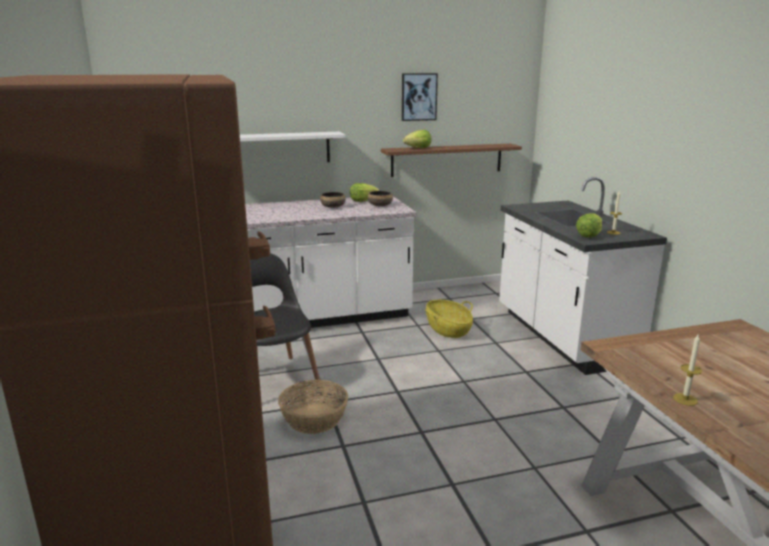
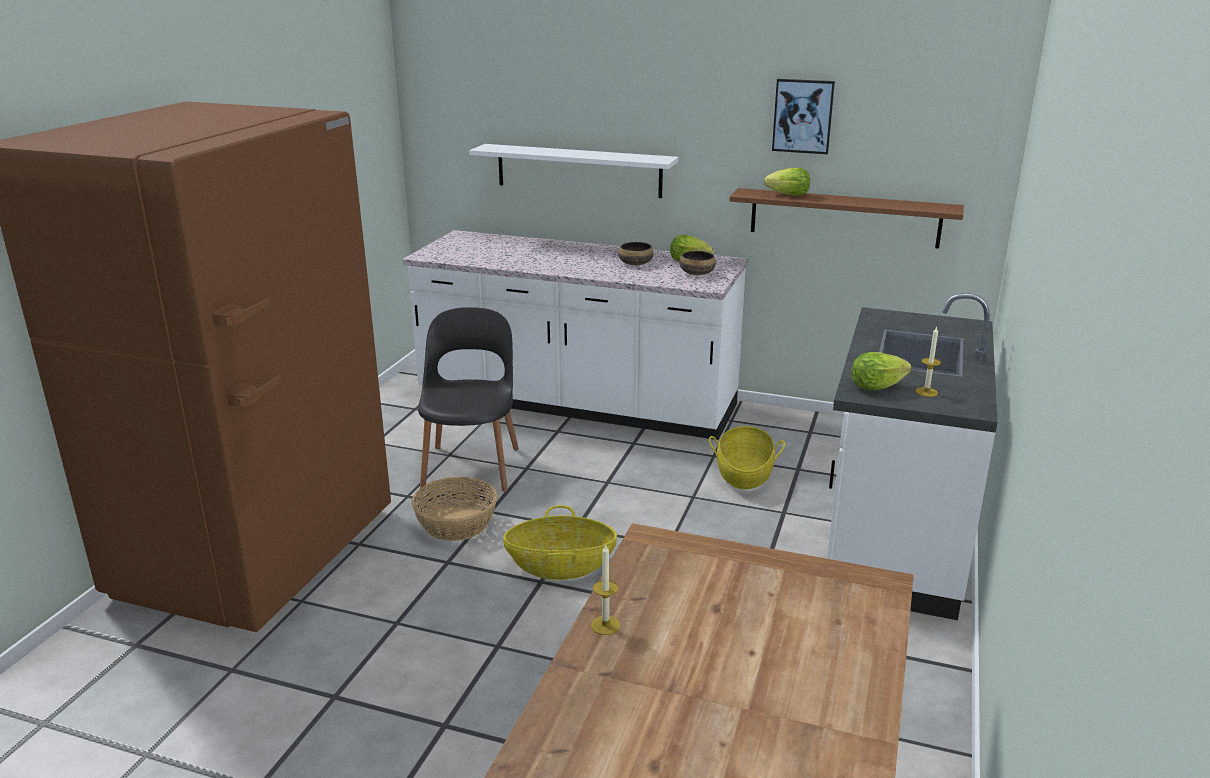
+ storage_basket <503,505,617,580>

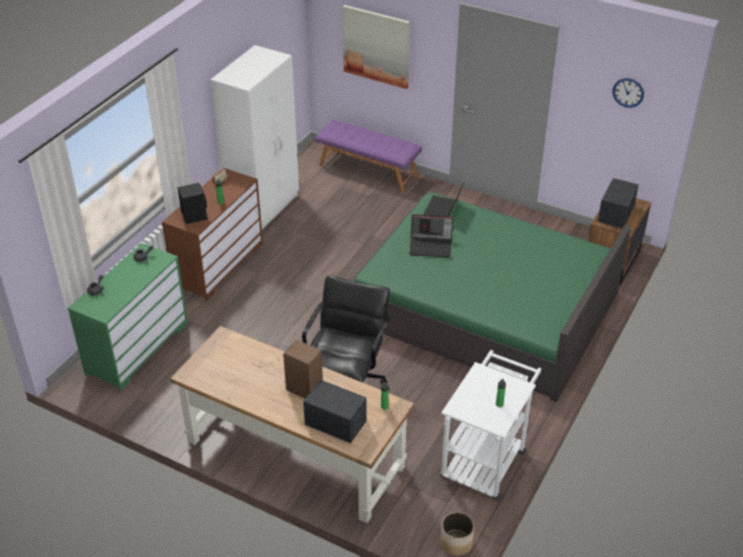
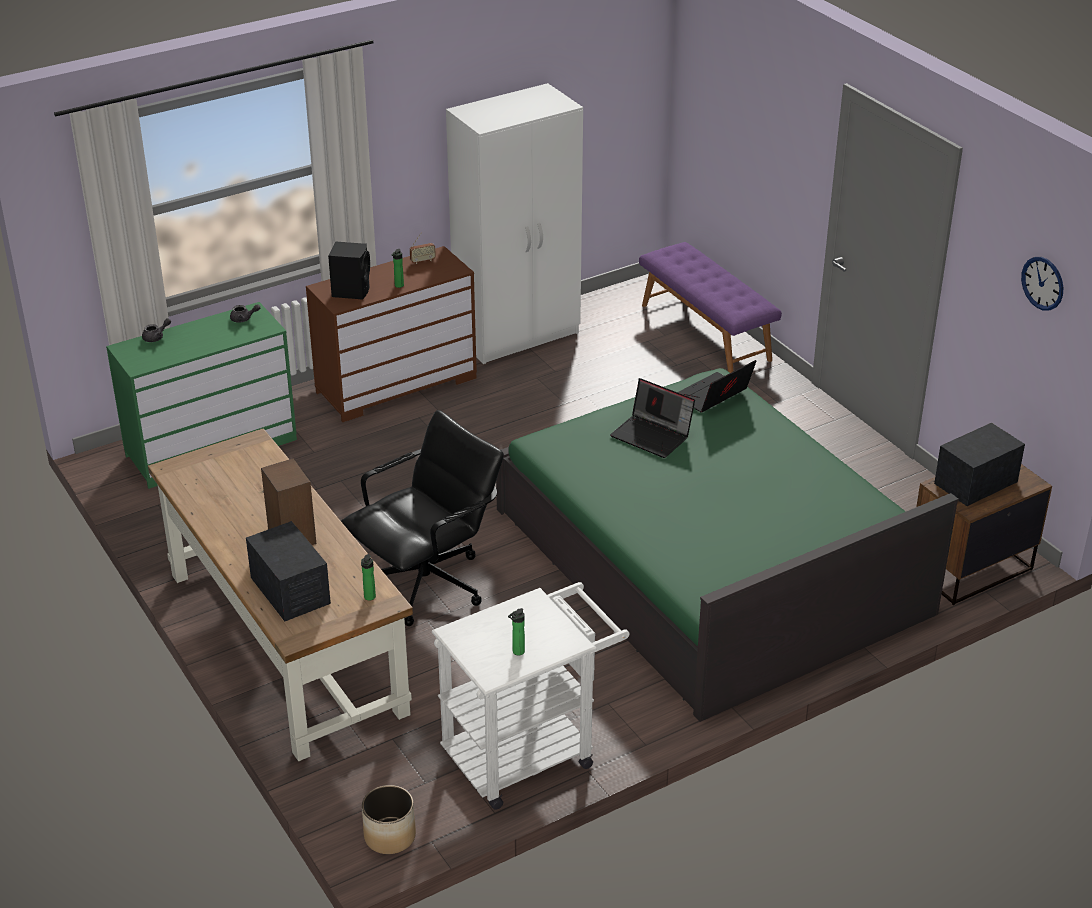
- picture <342,5,410,89>

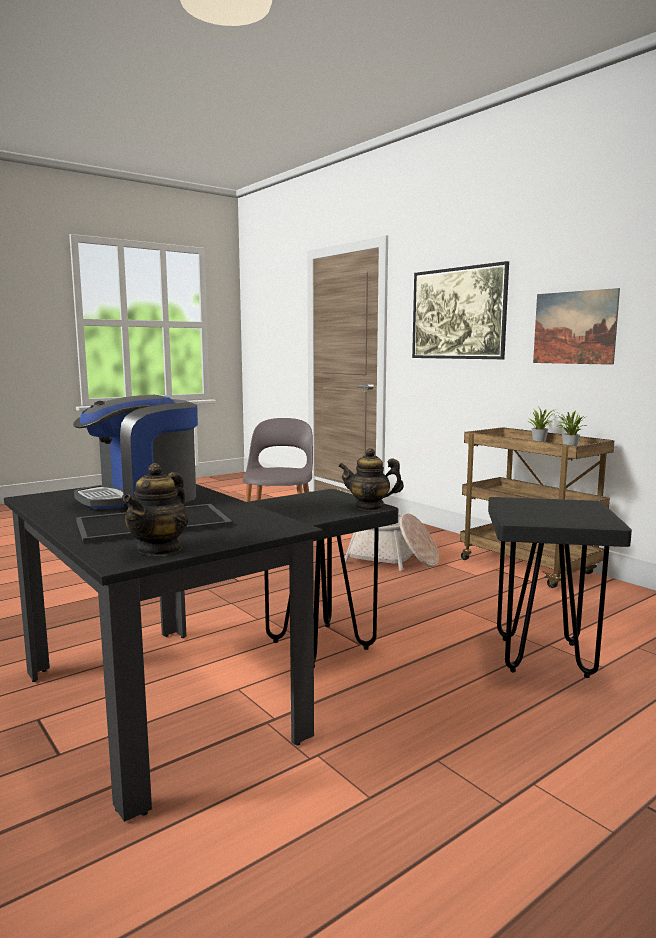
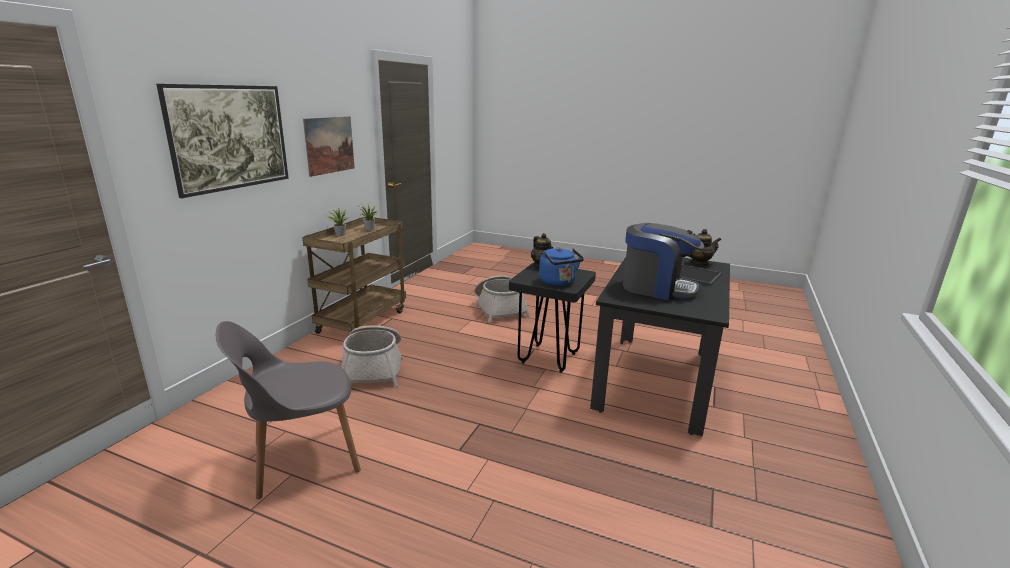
~ black-coloured_sitting_stool <488,497,632,678> to storage_basket <474,275,530,323>
+ bluish_kettle <539,247,584,286>

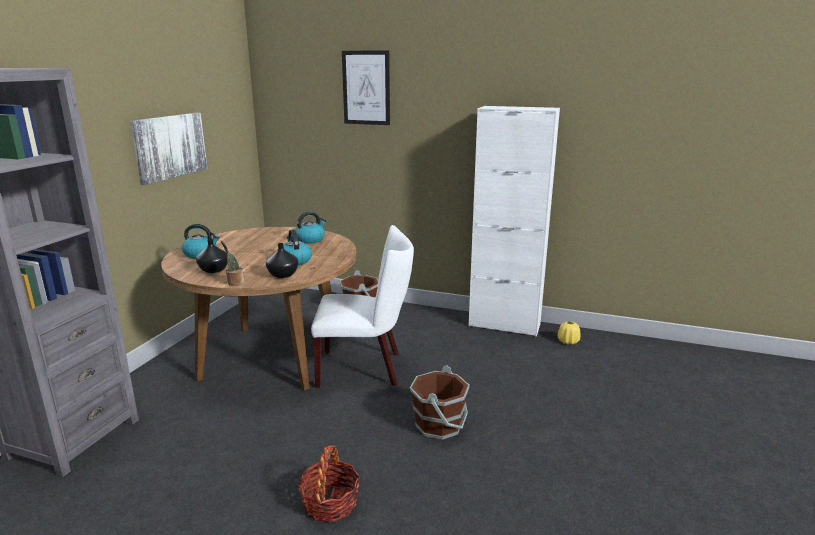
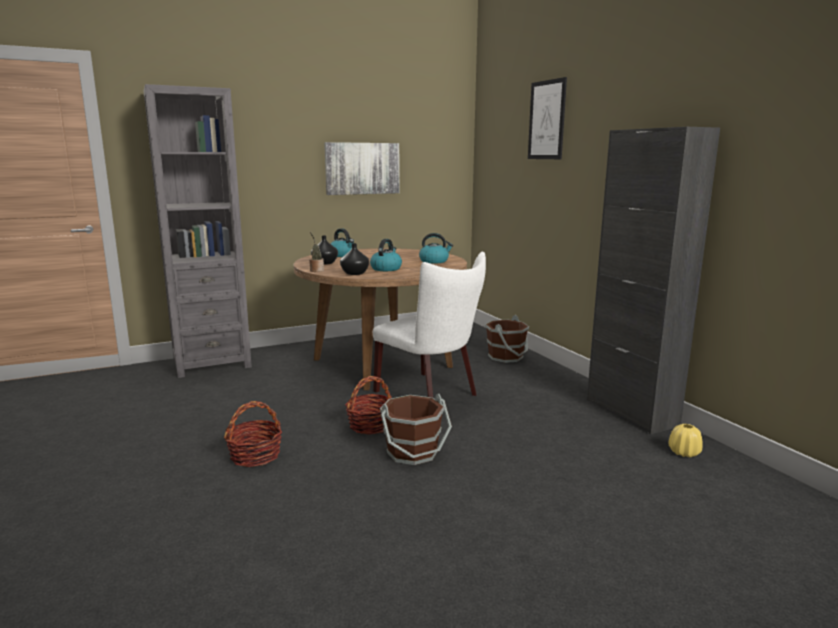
~ whitish_storage_cabinet <469,106,560,337> to black-coloured_storage_cabinet <587,127,720,434>
+ storage_basket <345,376,392,434>

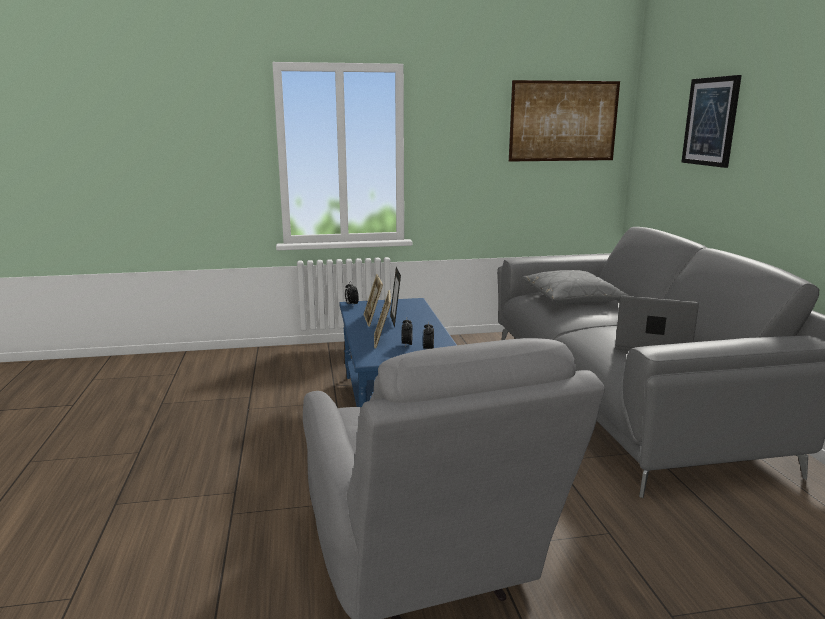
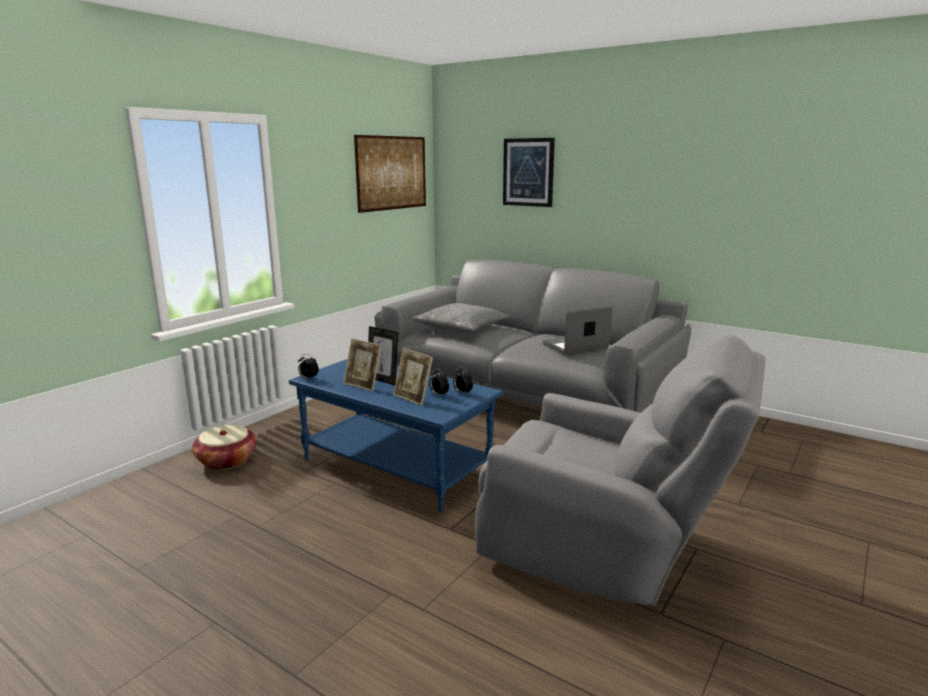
+ storage_basket <192,425,257,470>

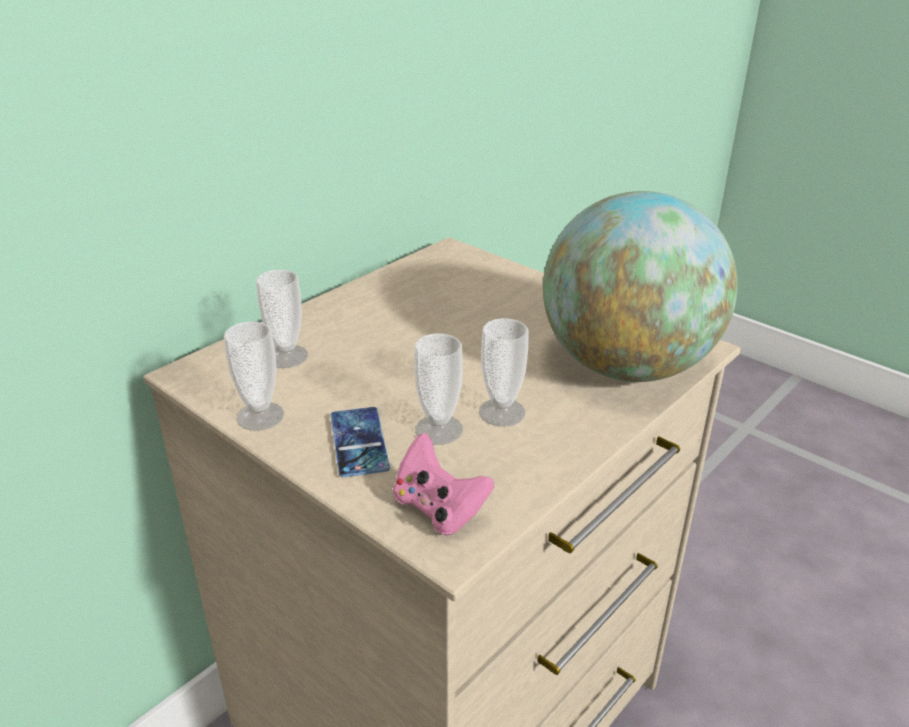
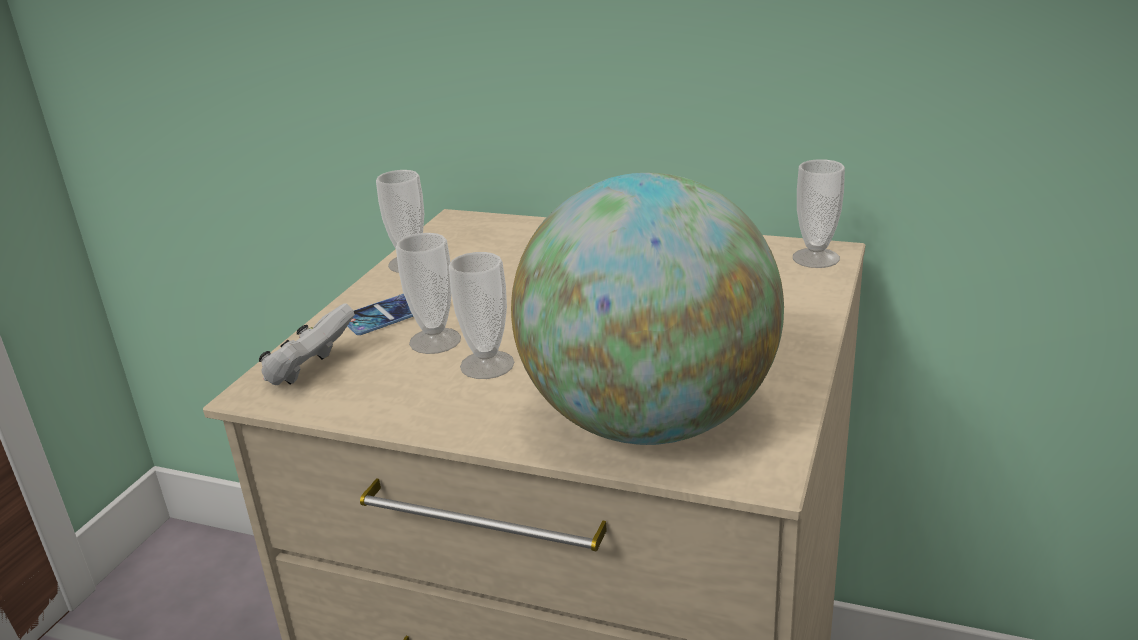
~ small_cup <256,269,308,368> to <793,159,845,268>
~ pinkish_game_controller <393,433,494,535> to whitish_game_controller <259,303,355,385>

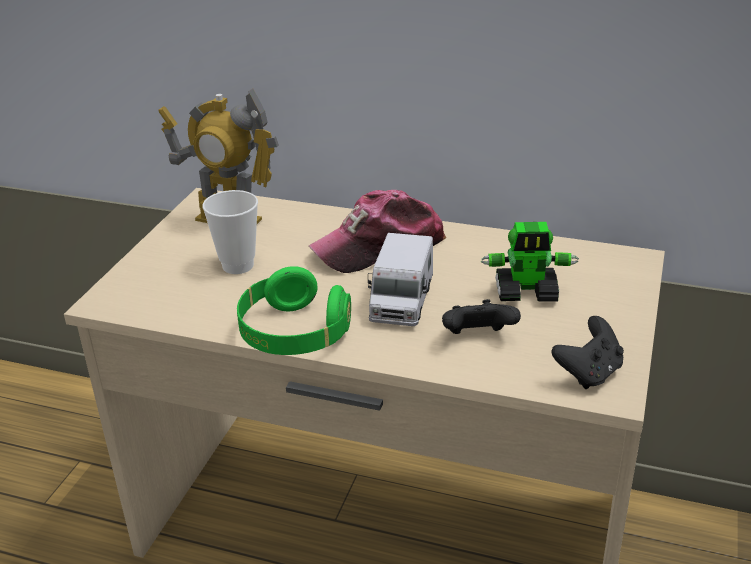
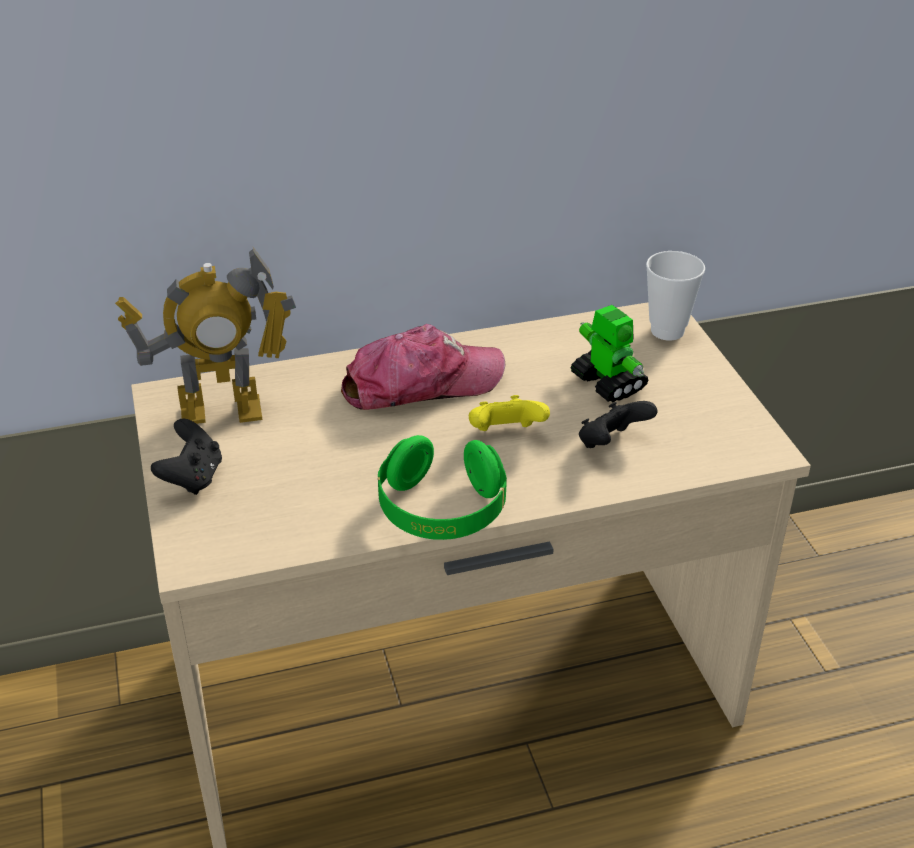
~ small_cup <203,190,258,274> to <646,251,705,341>
~ peaked_cap <309,190,446,273> = <341,324,505,410> 135 degrees counterclockwise
~ robot_figure <481,222,579,301> = <570,305,649,403> 90 degrees counterclockwise
~ model_truck <368,233,433,326> to yellow-coloured_game_controller <469,395,550,431>
~ black-coloured_game_controller <552,316,624,389> to <151,419,222,495>

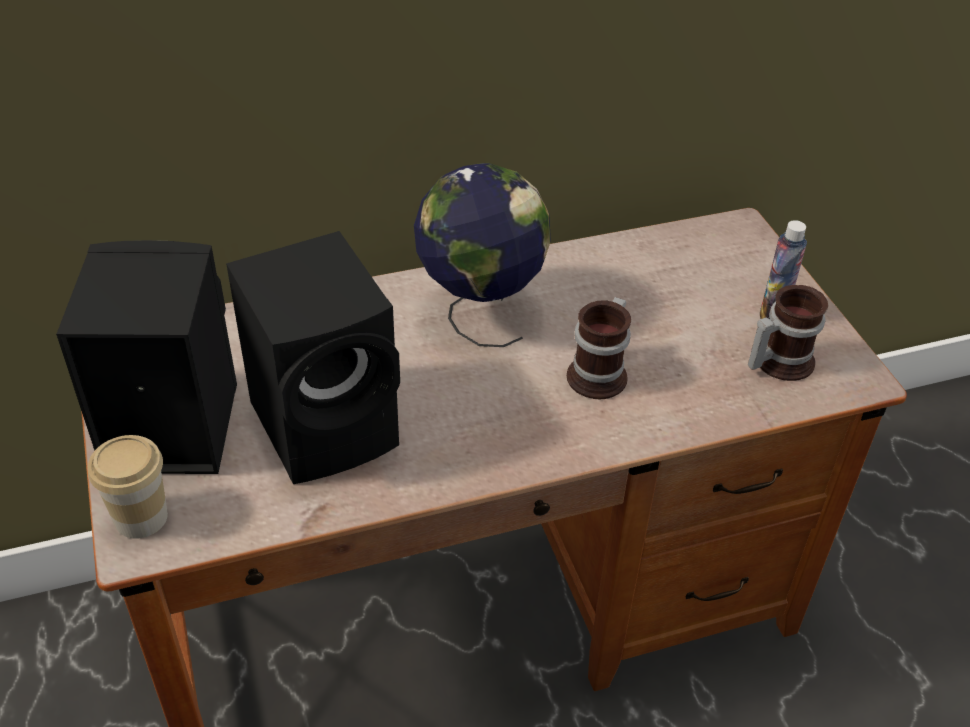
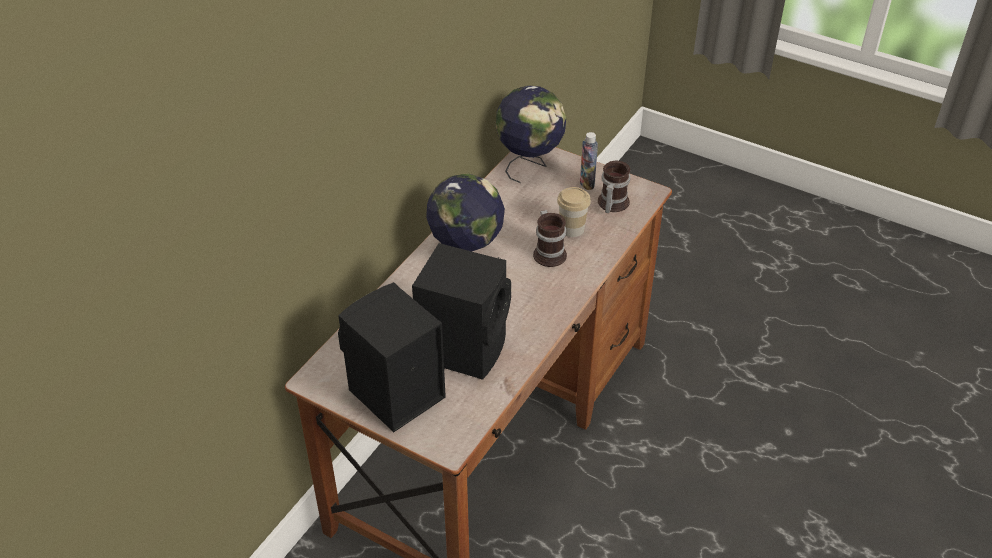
~ small_cup <88,435,168,539> to <557,187,591,237>
+ globe <496,85,566,183>

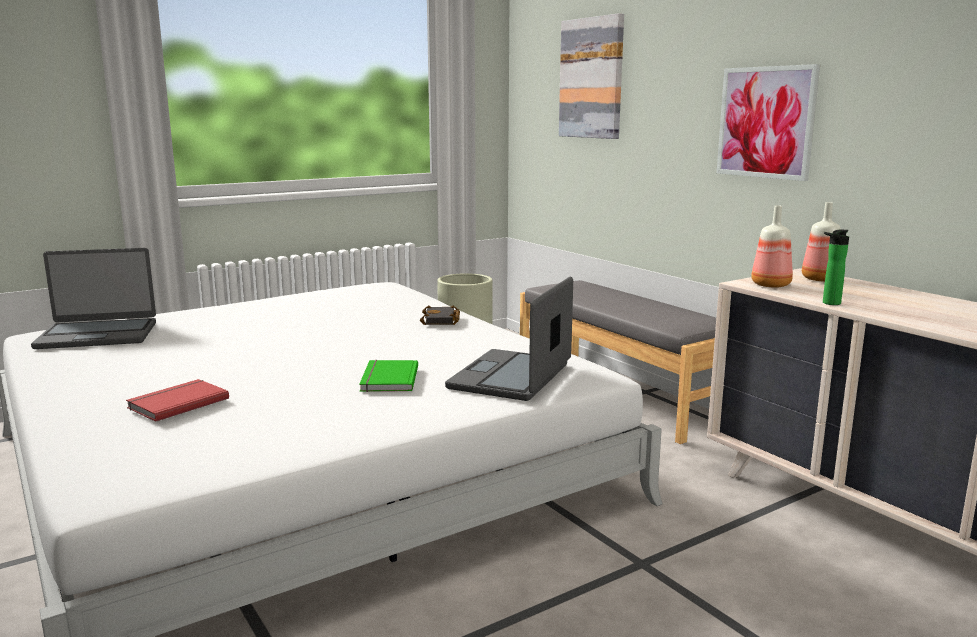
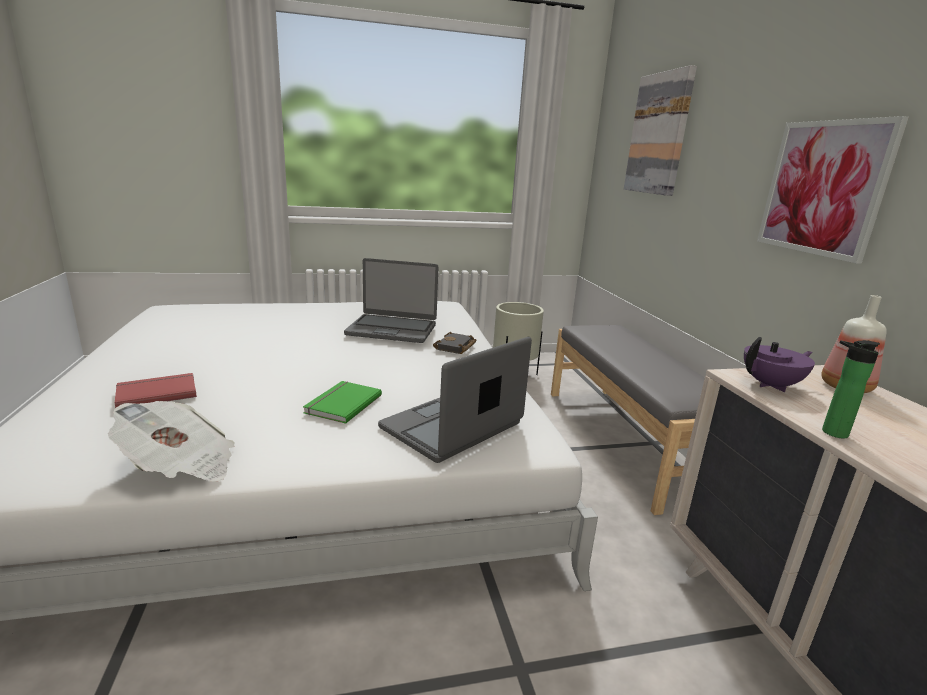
~ bottle <751,205,793,288> to purple_teapot <744,337,815,392>
~ notebook_computer <31,248,156,349> to <344,258,439,343>
+ daily_paper <108,401,235,482>

